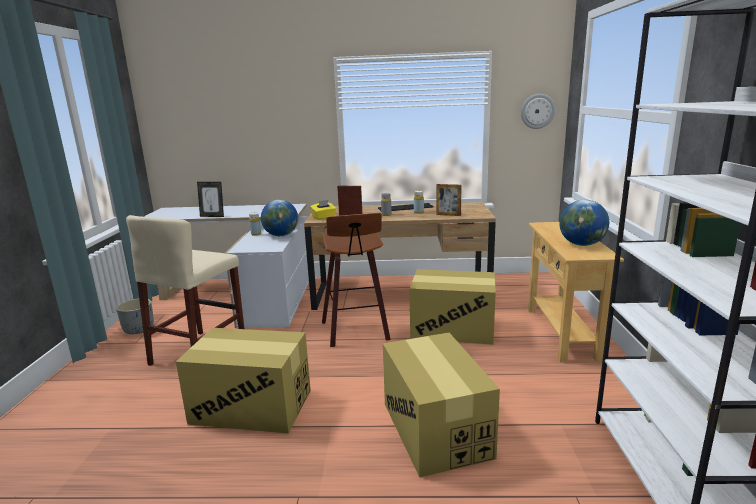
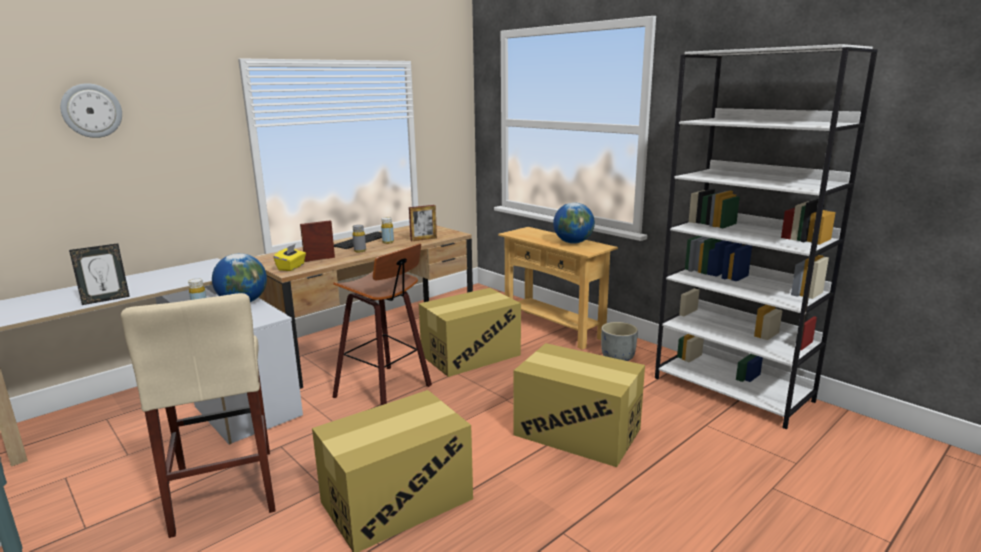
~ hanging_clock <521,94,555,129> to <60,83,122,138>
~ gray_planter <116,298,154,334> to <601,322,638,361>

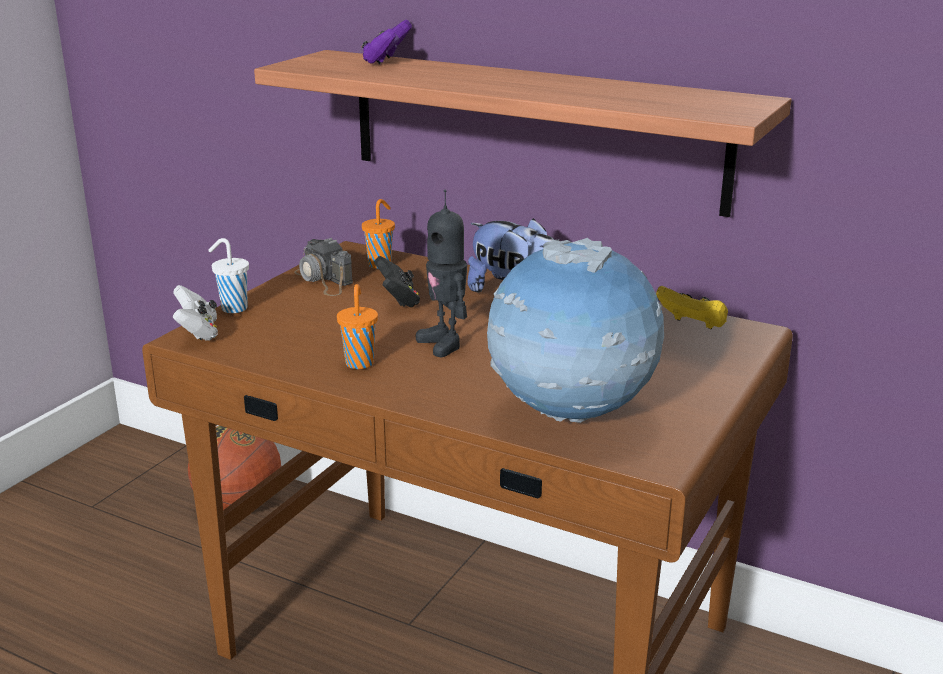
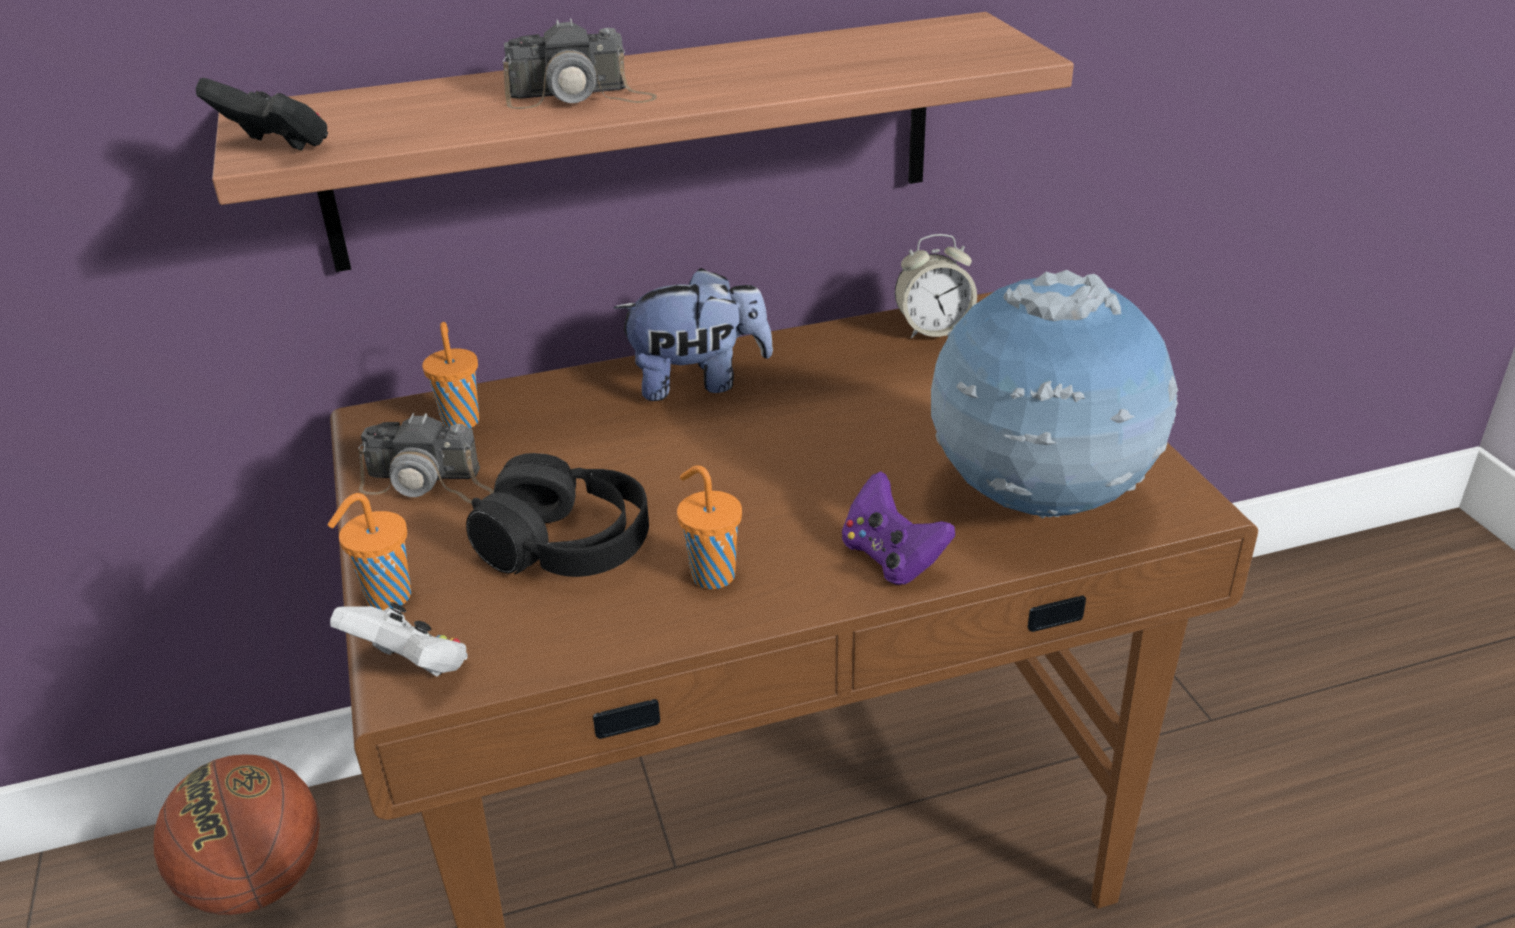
~ purple_game_controller <362,20,412,64> to <842,472,955,585>
- robot_figure <416,189,467,357>
~ whitish_small_cup <208,238,249,313> to orangey_small_cup <328,493,411,610>
~ black-coloured_game_controller <374,256,420,307> to <196,78,328,151>
~ yellow-coloured_game_controller <656,286,728,329> to alarm_clock <895,234,977,339>
+ photo_camera <503,19,657,109>
+ black-coloured_pair_of_headphones <466,453,649,577>

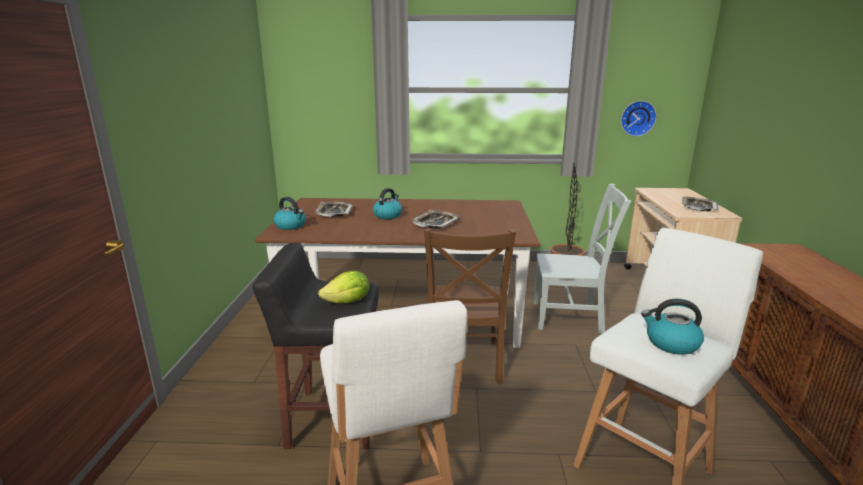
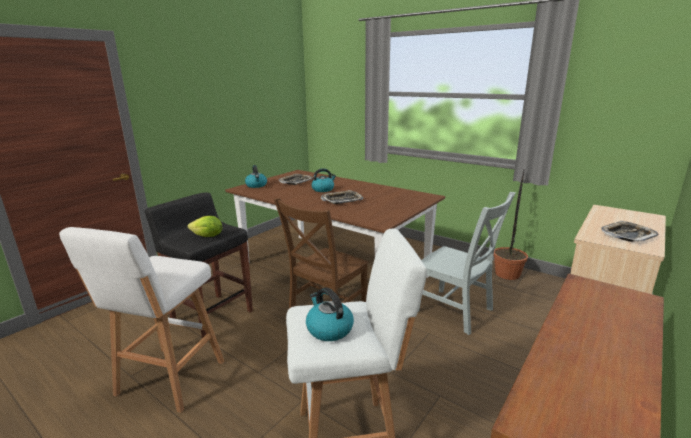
- hanging_clock <621,101,657,136>

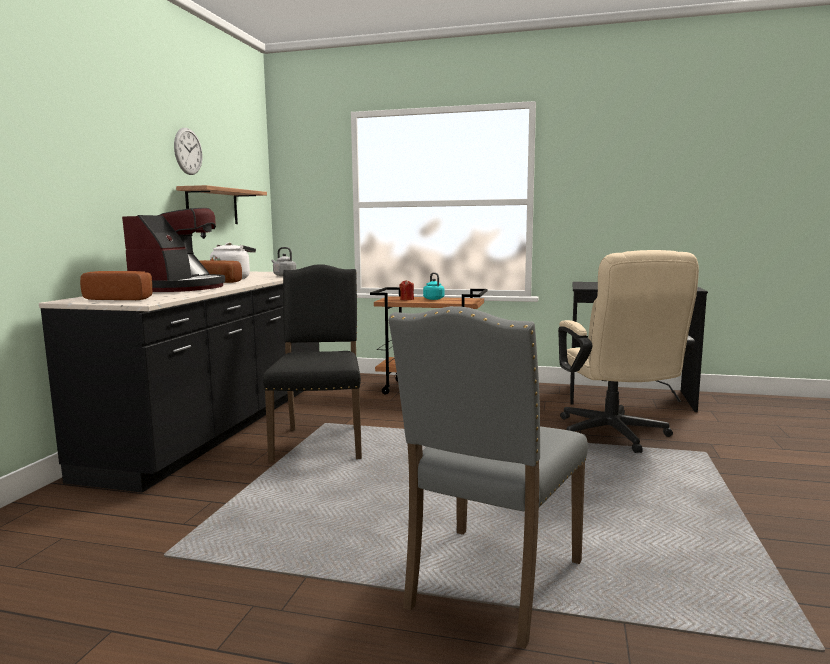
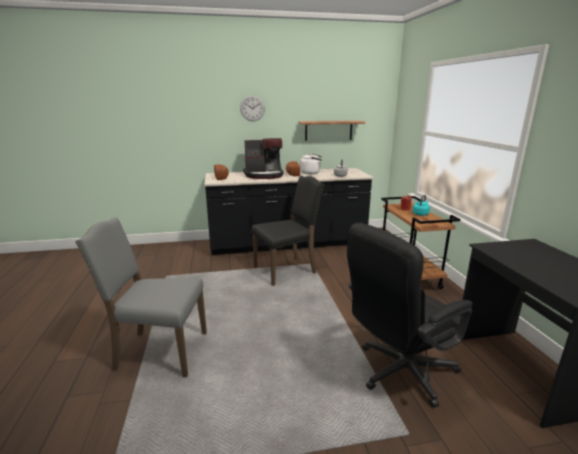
~ hanging_clock <174,128,202,175> to <240,95,265,121>
~ sand-coloured_desk_chair <558,250,699,453> to black-coloured_desk_chair <347,223,472,408>

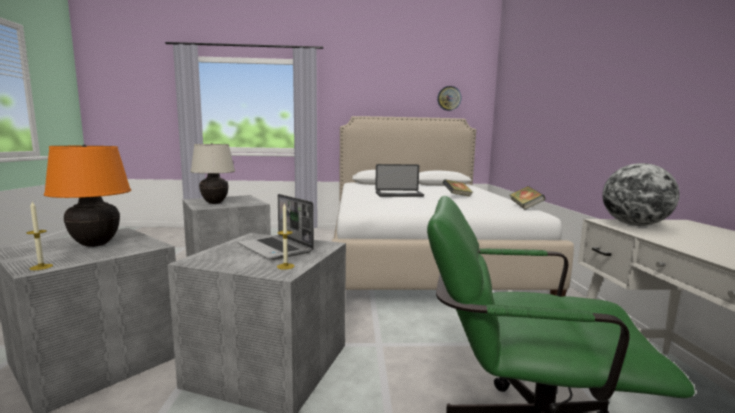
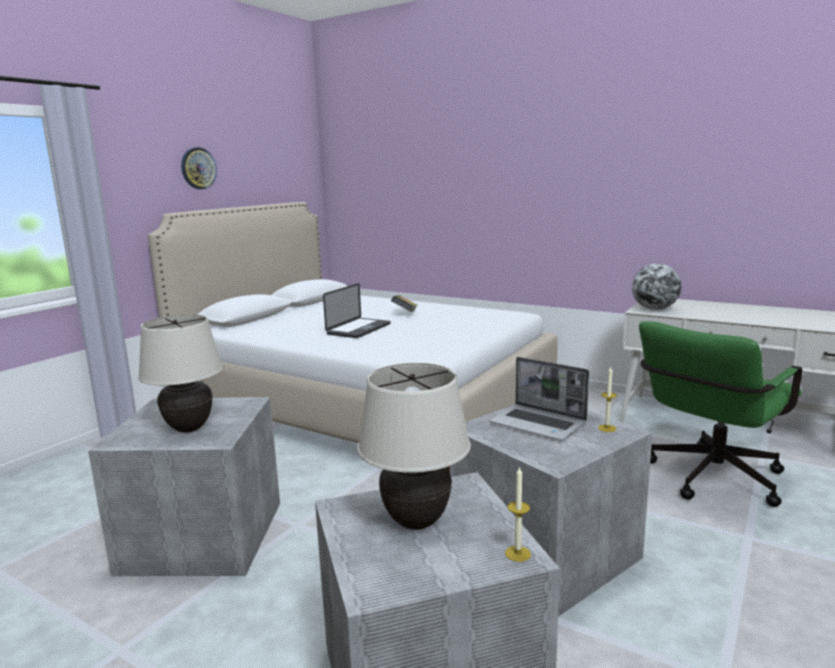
~ hanging_clock <437,86,462,111> to <181,147,217,189>
~ orangey_table_lamp <44,144,131,247> to sand-coloured_table_lamp <358,363,471,530>
- bound_book <510,186,545,210>
~ notebook_computer <237,194,314,260> = <490,357,589,440> 45 degrees clockwise

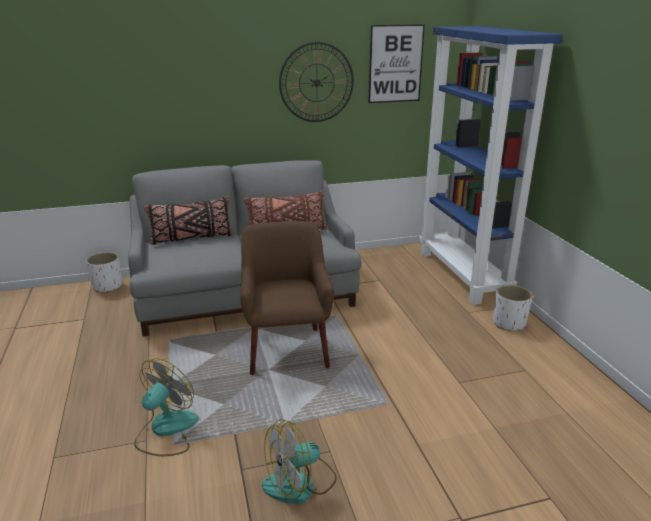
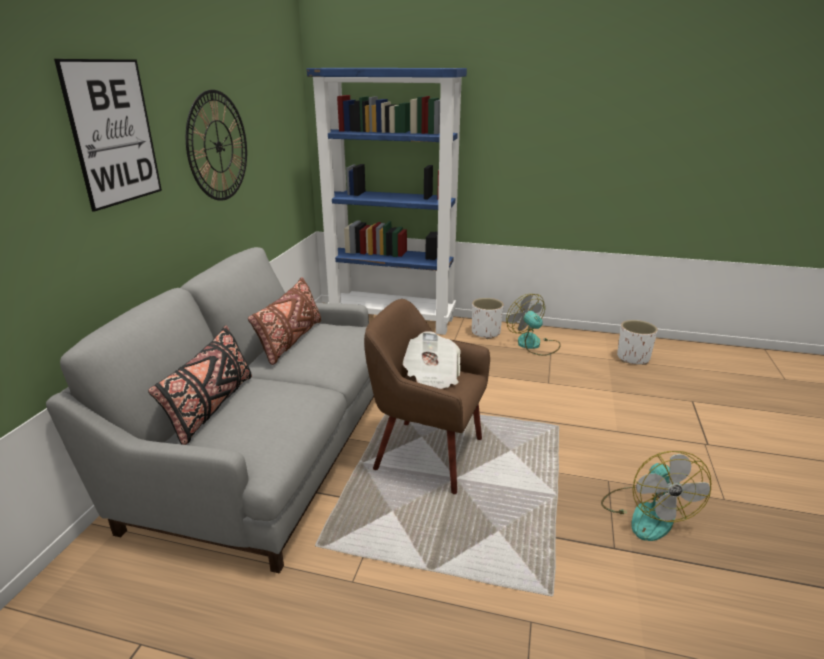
~ picture <368,24,425,103> to <54,59,162,212>
~ whitish_planter <86,252,122,293> to <617,320,658,365>
~ fan <134,358,199,456> to <506,294,561,356>
+ daily_paper <402,331,461,389>

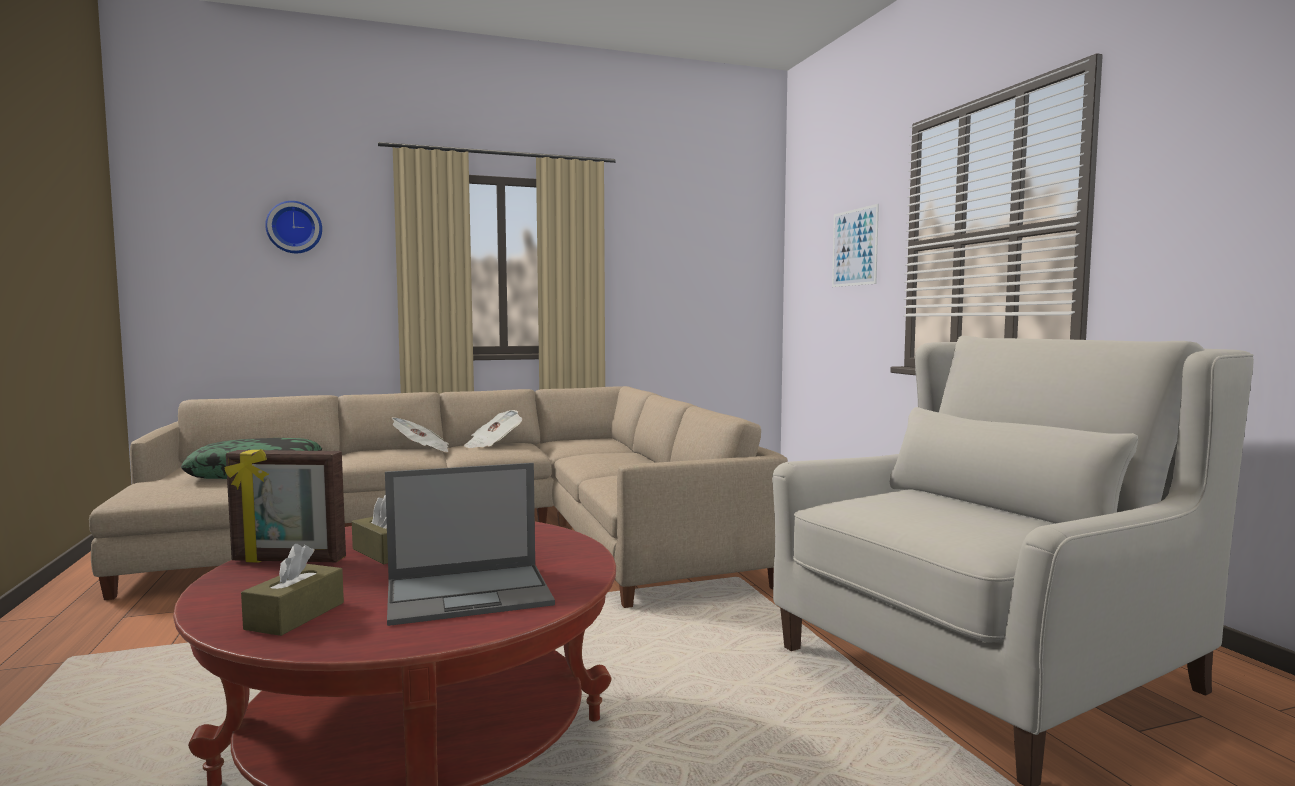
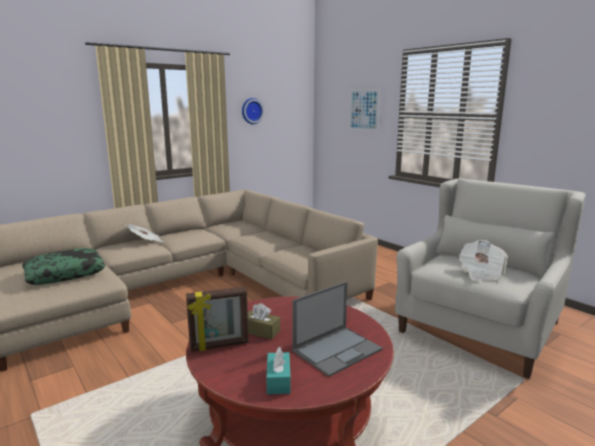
~ hanging_clock <265,201,322,253> to <242,98,264,124>
~ daily_paper <464,410,522,448> to <458,240,508,281>
~ brown-coloured_box_of_tissues <241,544,344,636> to blue-green_box_of_tissues <266,347,291,394>

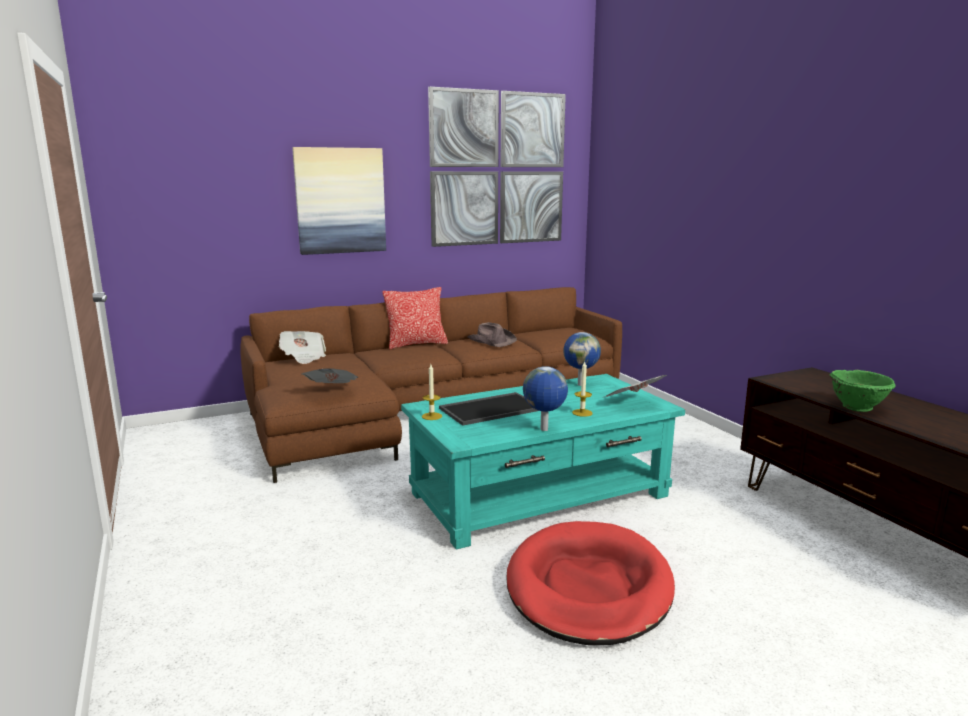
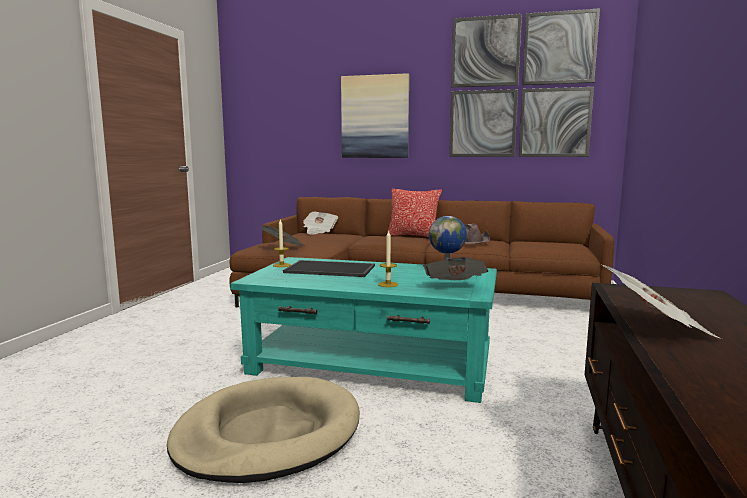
- globe <523,366,568,431>
~ green-coloured_serving_bowl <830,370,895,412> to daily_paper <600,264,722,339>
~ red-coloured_dog_bed <506,521,675,645> to sand-coloured_dog_bed <167,377,360,483>

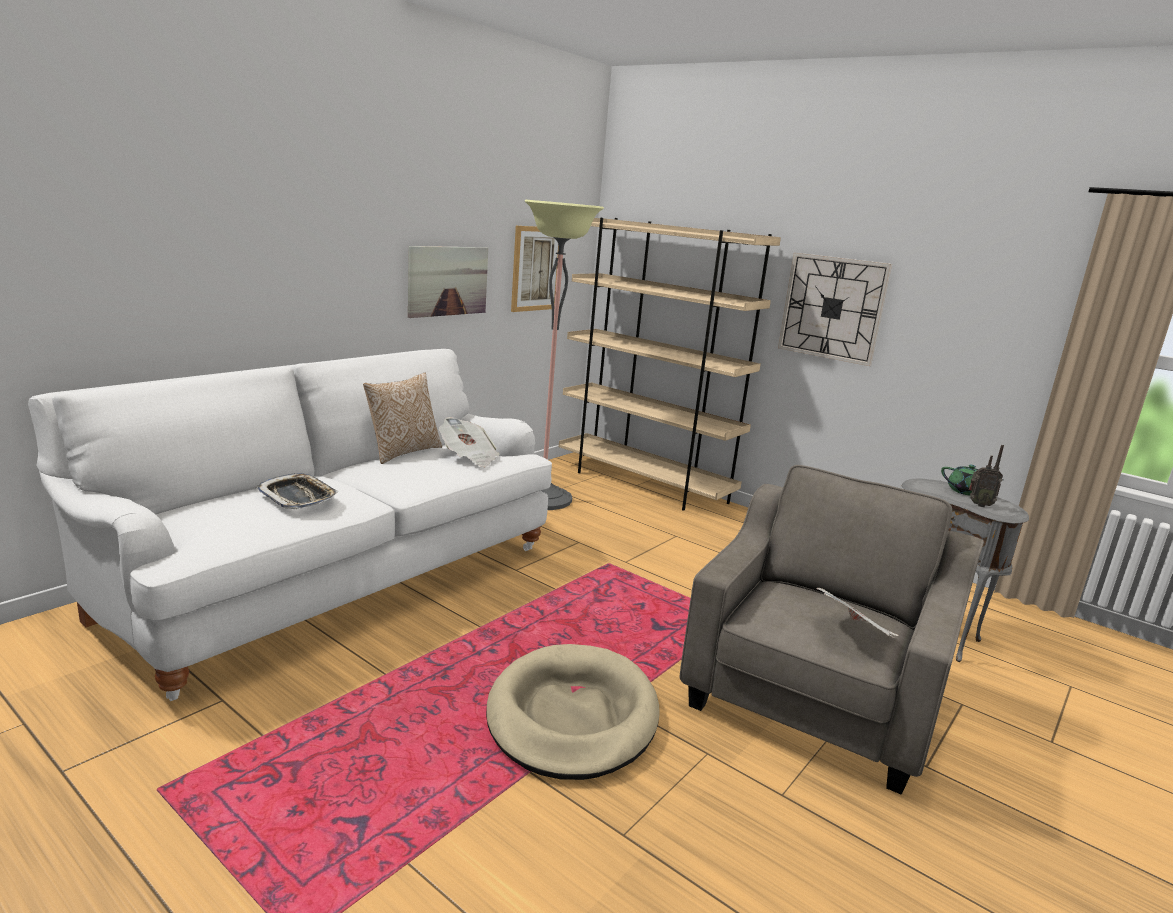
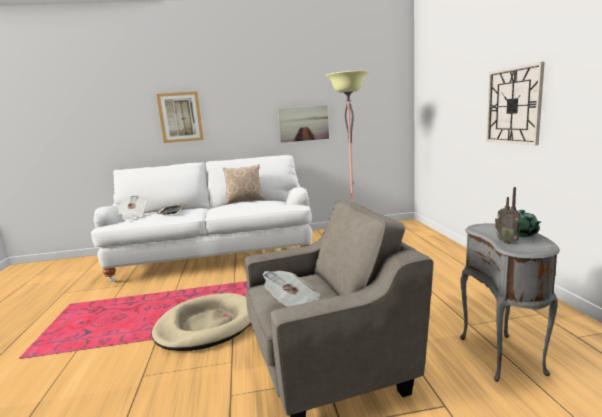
- sand-coloured_bookshelf <559,218,781,511>
~ picture <511,226,559,312> to <156,91,204,143>
~ daily_paper <439,417,500,467> to <117,195,149,220>

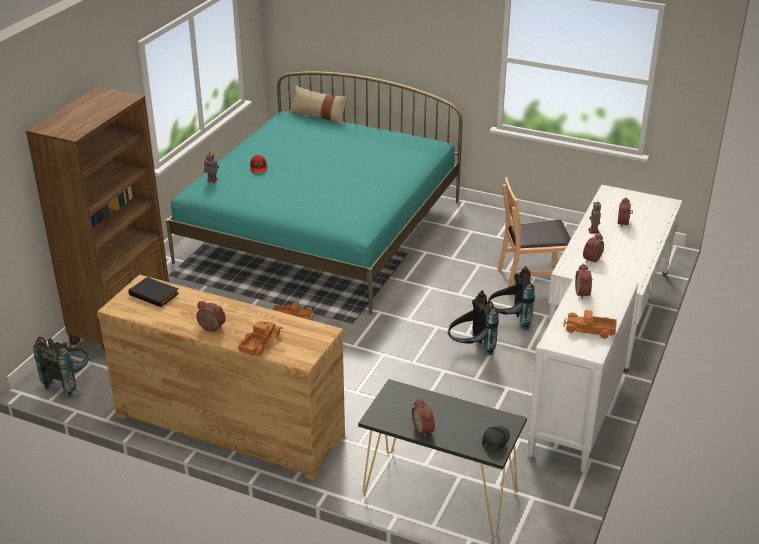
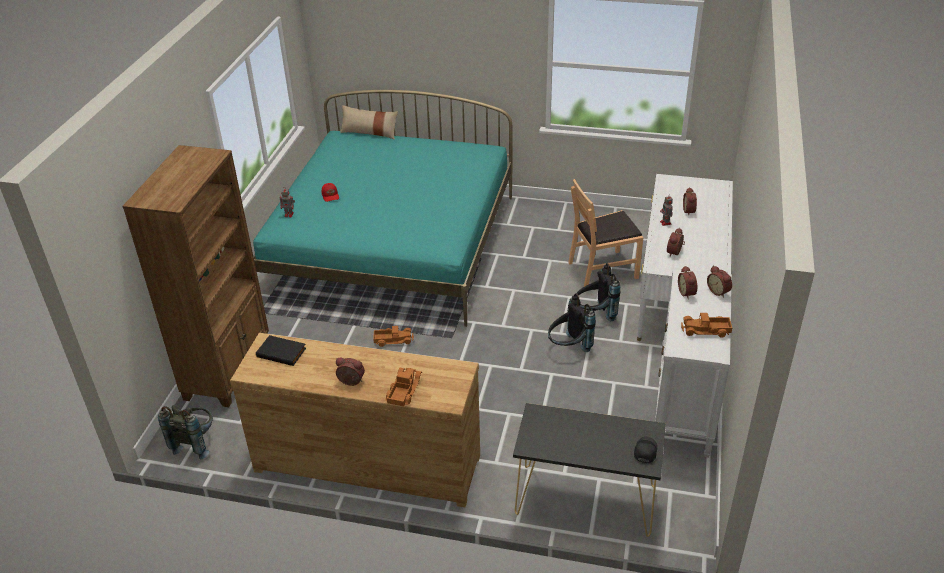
~ alarm_clock <412,398,435,438> to <707,266,732,298>

